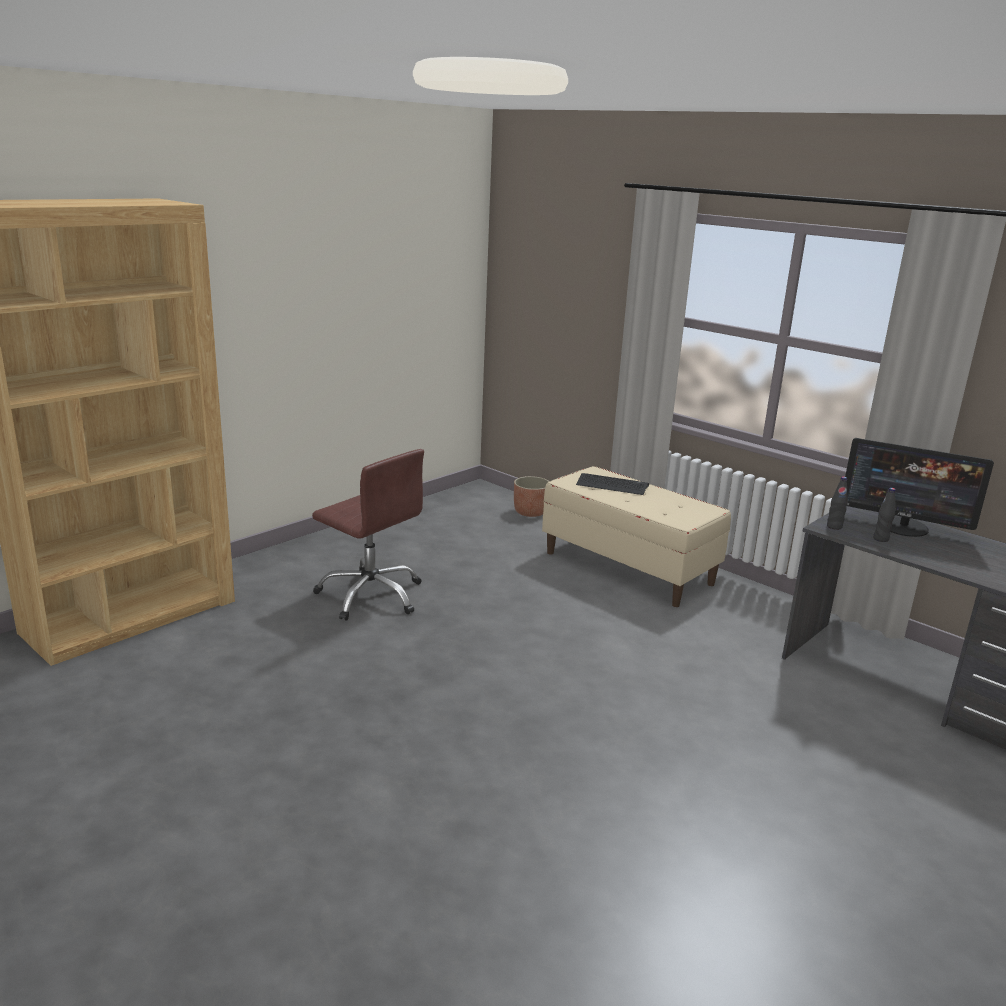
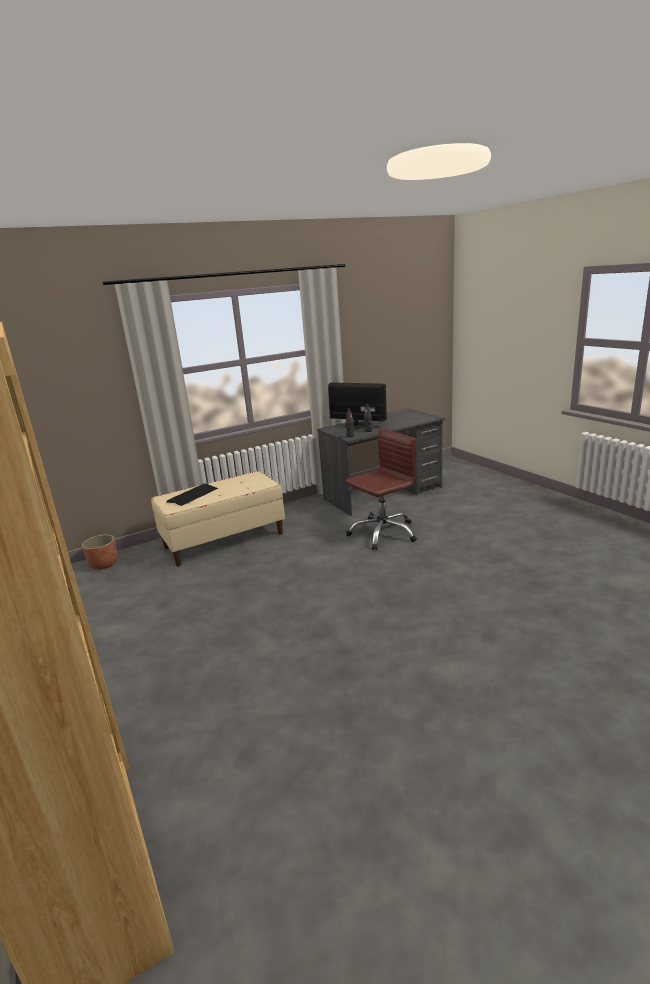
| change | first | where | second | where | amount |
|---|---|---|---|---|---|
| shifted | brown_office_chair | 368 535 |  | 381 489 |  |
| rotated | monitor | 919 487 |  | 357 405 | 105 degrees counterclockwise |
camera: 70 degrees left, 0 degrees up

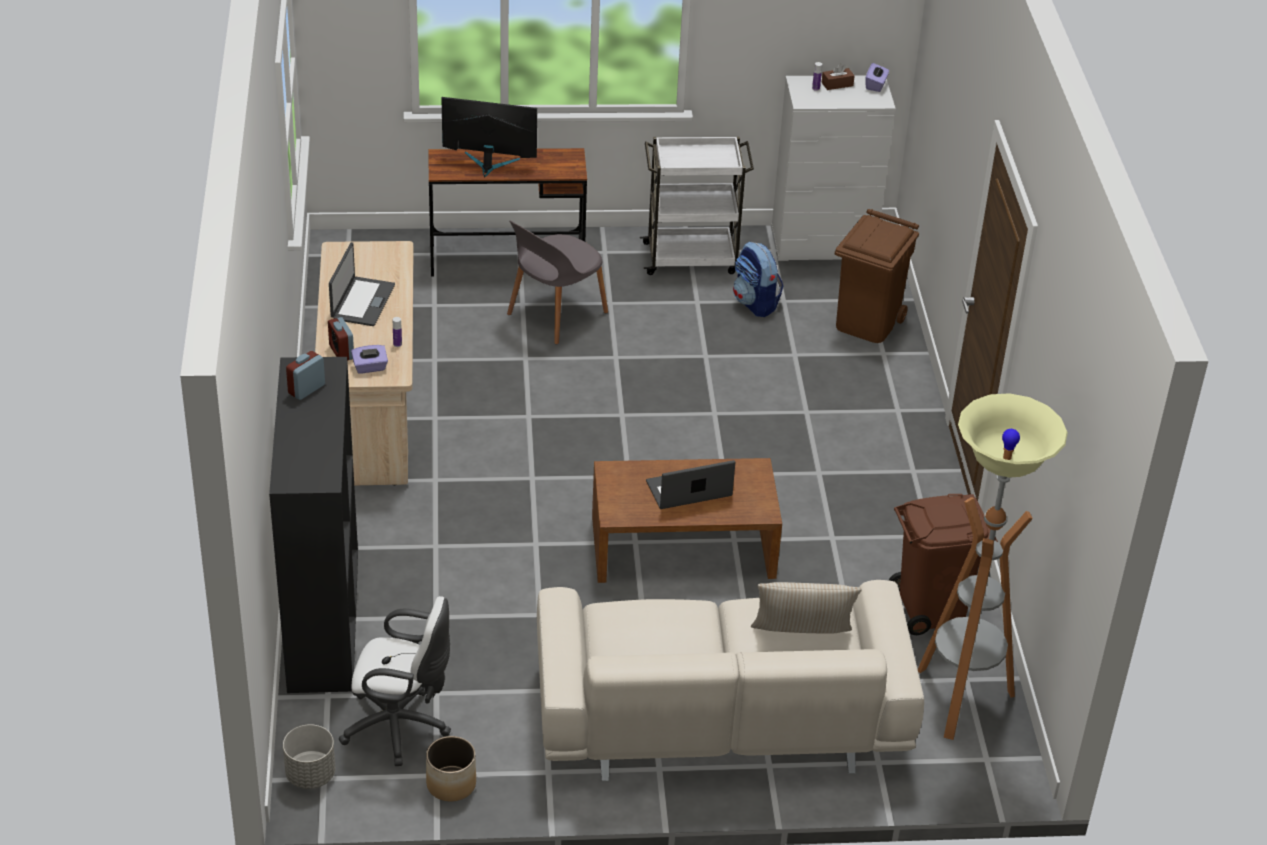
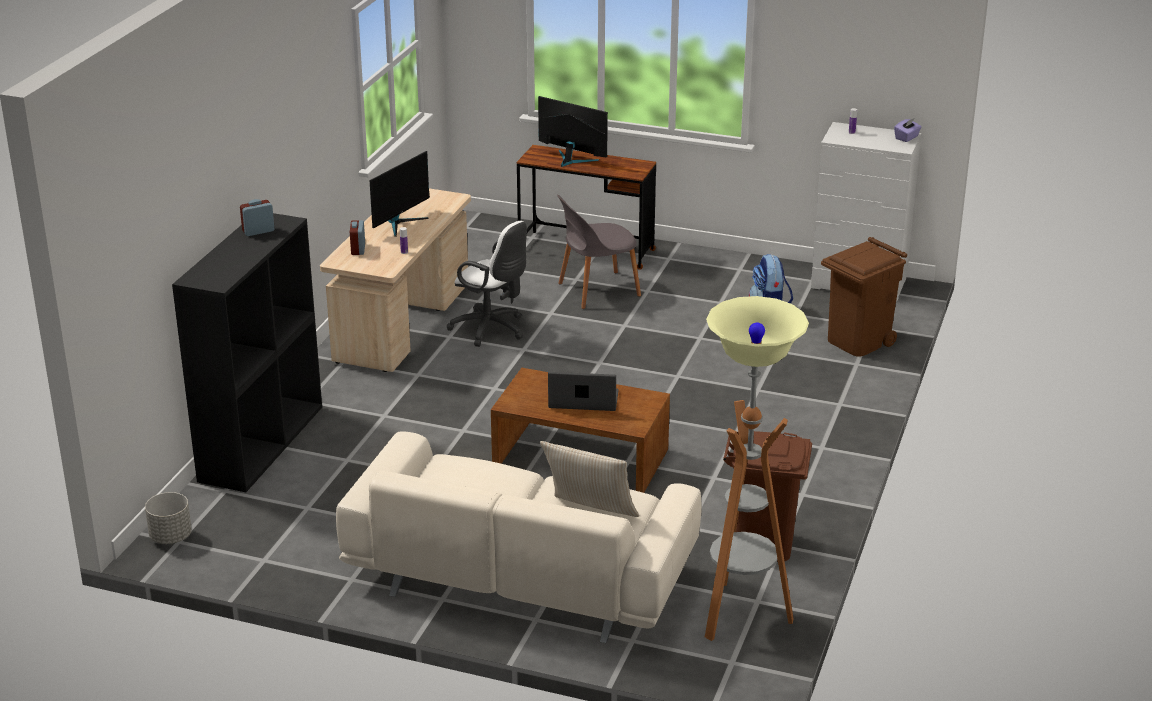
| change | first | where | second | where | amount |
|---|---|---|---|---|---|
| swapped | laptop | 362 284 | monitor | 399 194 |  |
| shifted | white_office_chair | 395 681 |  | 487 284 |  |
| gone | purple_tissue_box | 369 359 |  |  |  |
| gone | planter | 451 769 |  |  |  |
| gone | white_cart | 697 205 |  |  |  |
| gone | brown_tissue_box | 838 77 |  |  |  |
camera: 25 degrees right, 10 degrees down

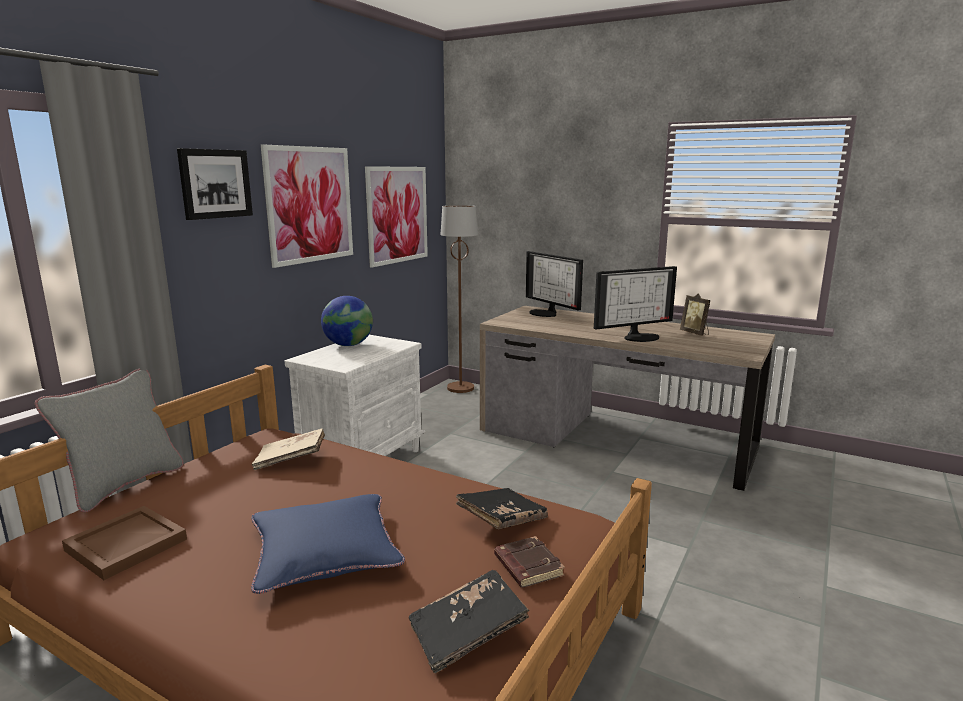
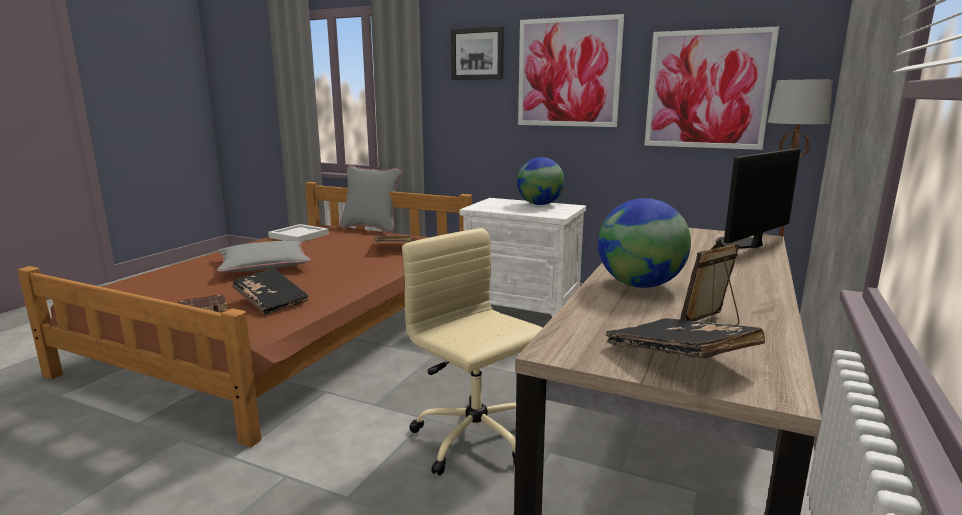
| change | first | where | second | where | amount |
|---|---|---|---|---|---|
| repainted | brown_tray | 124 543 | white_tray | 298 233 |  |
| repainted | blue_pillow | 328 544 | grey_pillow | 264 256 |  |
| shifted | black_book | 469 621 |  | 685 338 |  |
| swapped | monitor | 635 304 | globe | 644 243 |  |
| new |  |  | beige_office_chair | 472 351 |  |
camera: 85 degrees right, 0 degrees up

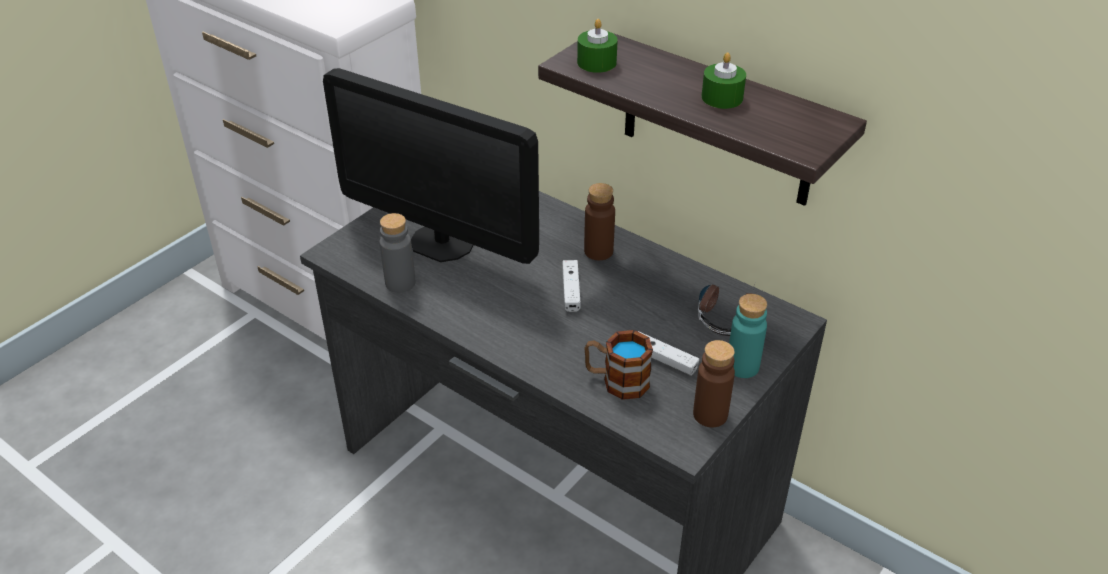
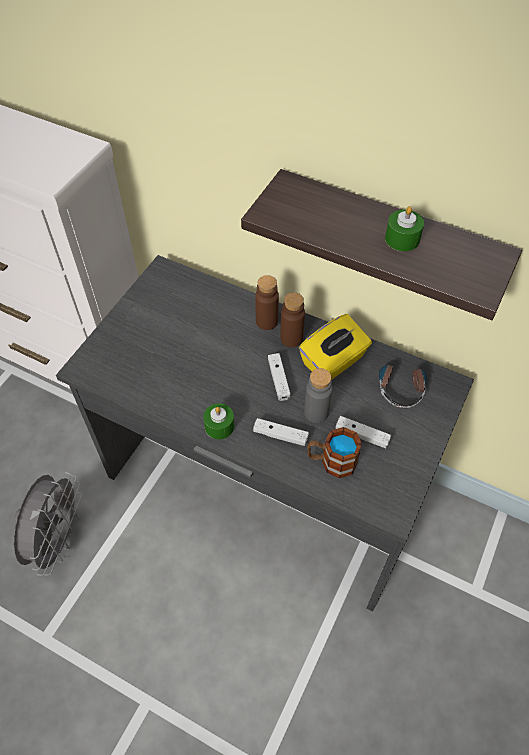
| change | first | where | second | where | amount |
|---|---|---|---|---|---|
| gone | monitor | 431 166 |  |  |  |
| shifted | grey_bottle | 397 253 |  | 318 395 |  |
| shifted | green_candle | 597 46 |  | 218 421 |  |
| shifted | brown_bottle | 714 383 |  | 267 302 |  |
| gone | turquoise_bottle | 748 336 |  |  |  |
| new |  |  | grey_fan | 48 524 |  |
| new |  |  | white_game_controller | 281 432 |  |
| new |  |  | yellow_tissue_box | 335 347 |  |
camera: 10 degrees left, 15 degrees up

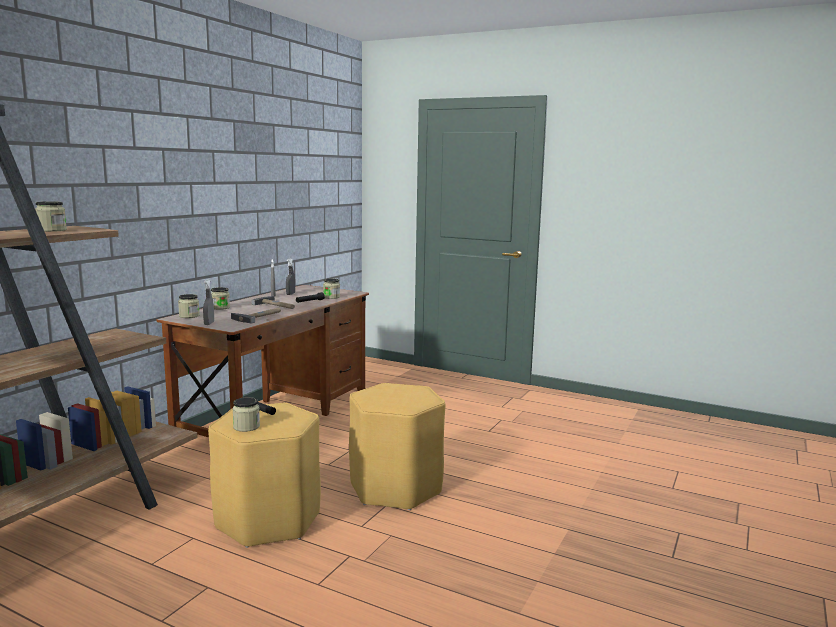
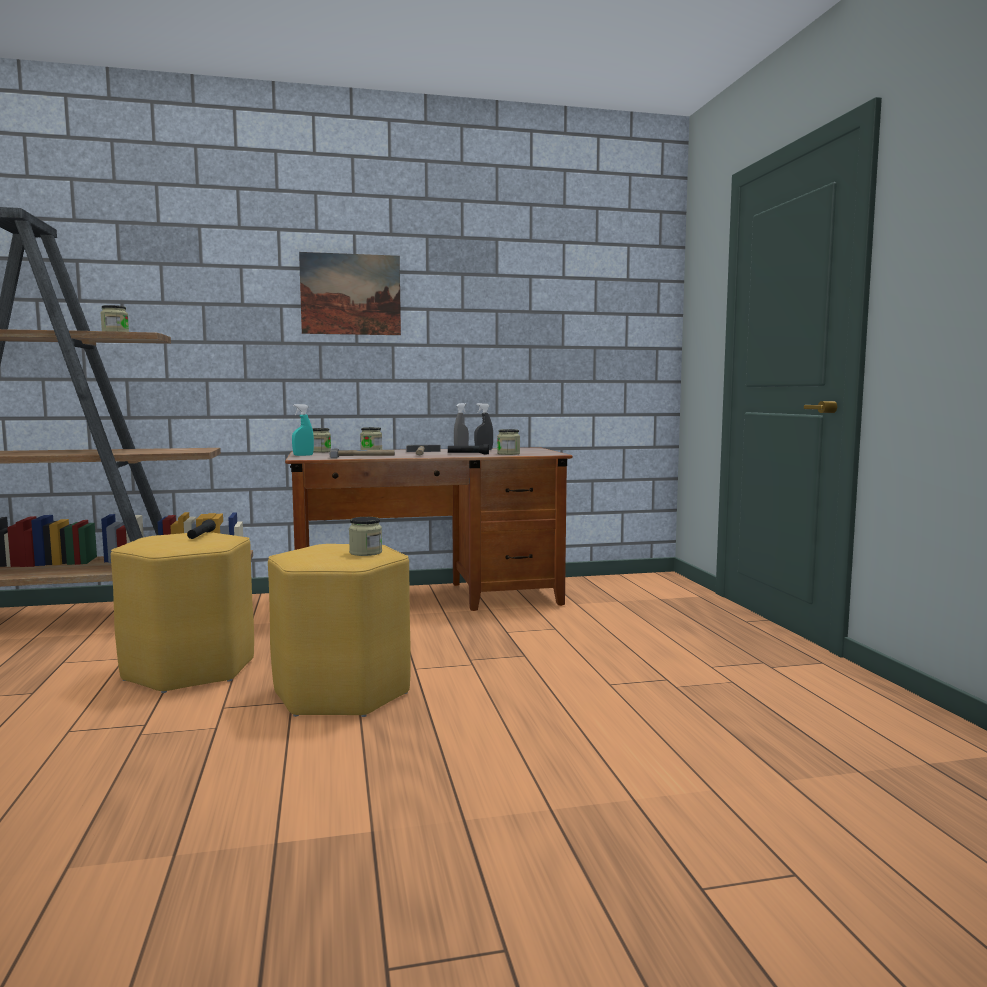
| change | first | where | second | where | amount |
|---|---|---|---|---|---|
| repainted | grey_spray_bottle | 208 302 | turquoise_spray_bottle | 303 430 |  |
| shifted | jar | 246 414 |  | 365 536 |  |
| new |  |  | picture | 350 293 |  |
camera: 50 degrees right, 5 degrees down

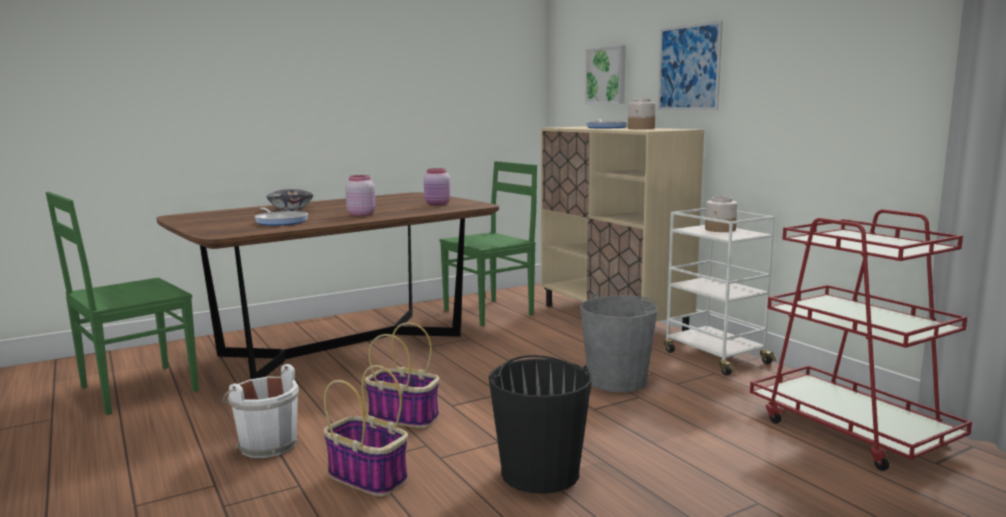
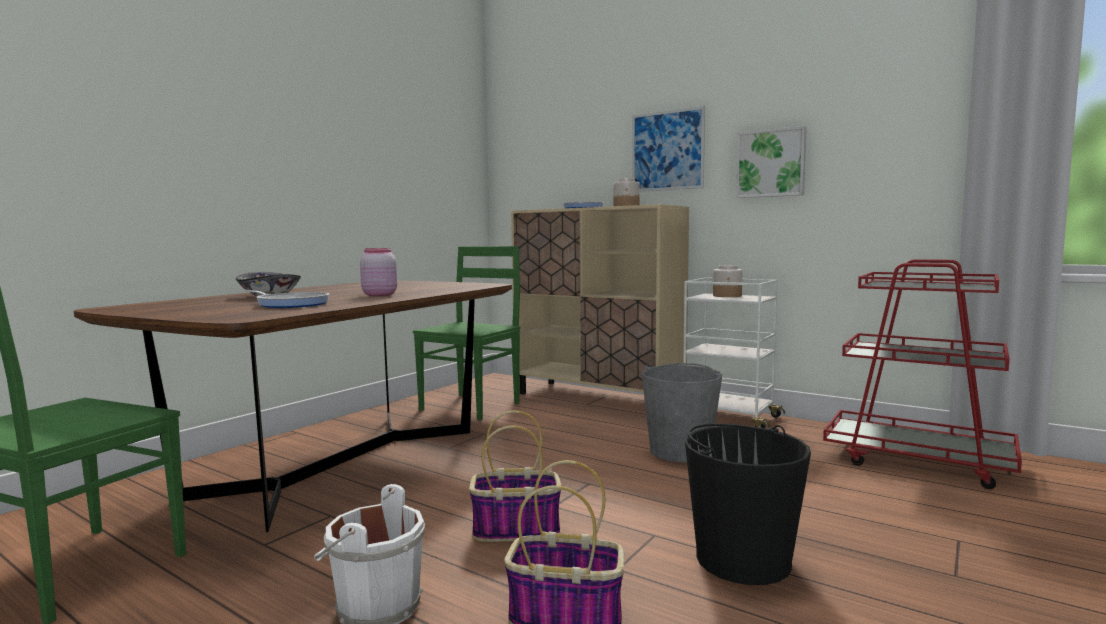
| change | first | where | second | where | amount |
|---|---|---|---|---|---|
| gone | pink_jar | 437 187 |  |  |  |
| shifted | picture | 605 74 |  | 771 162 |  |
camera: 25 degrees left, 5 degrees down

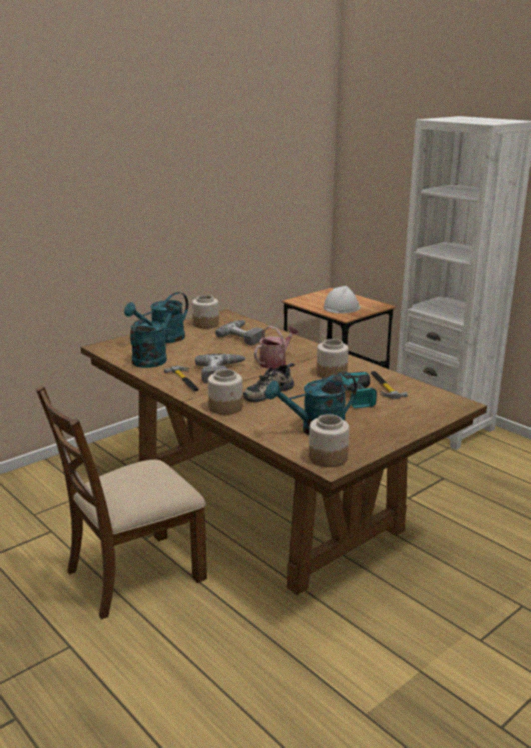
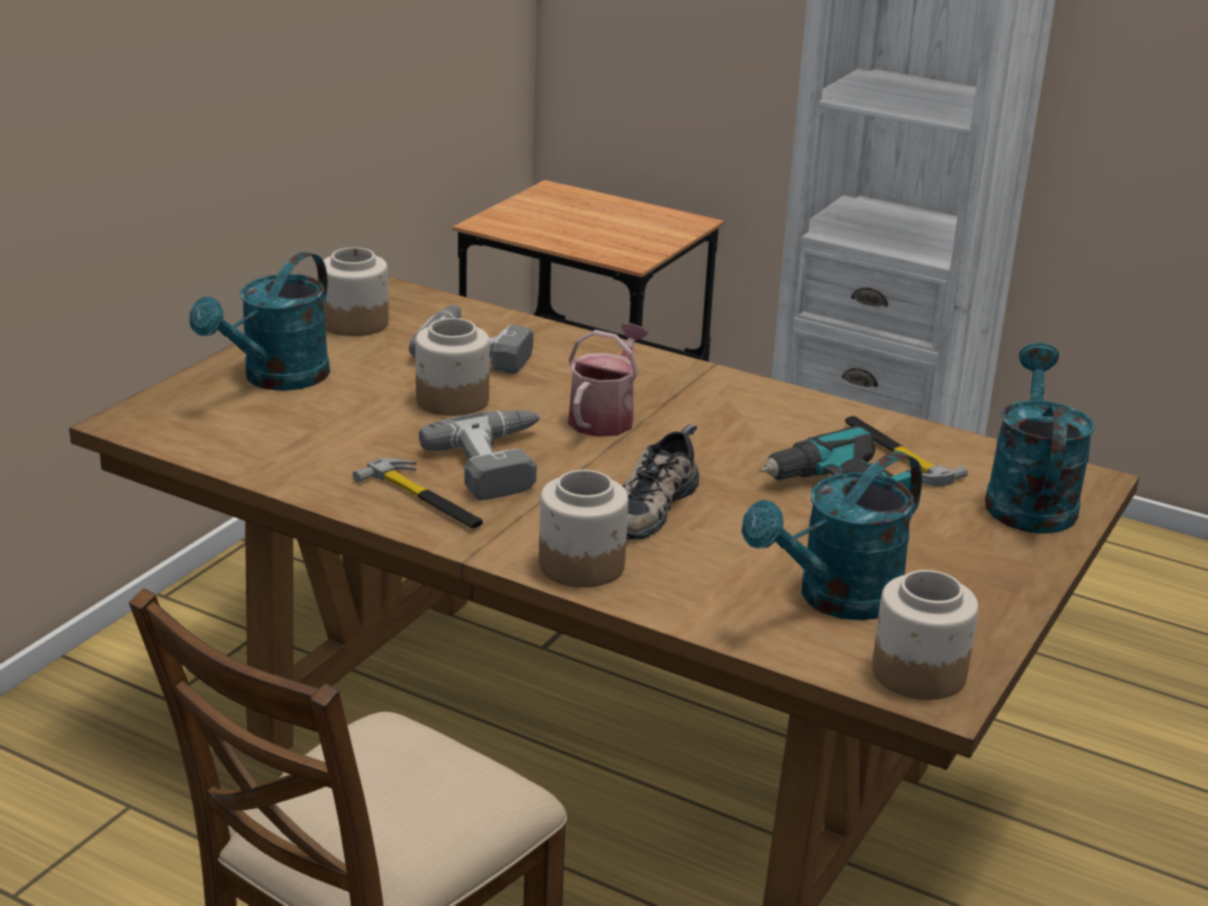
| change | first | where | second | where | amount |
|---|---|---|---|---|---|
| shifted | turquoise_watering_can | 155 335 |  | 1040 438 |  |
| shifted | jar | 333 358 |  | 452 367 |  |
| gone | white_hard_hat | 342 299 |  |  |  |
camera: 20 degrees left, 5 degrees up

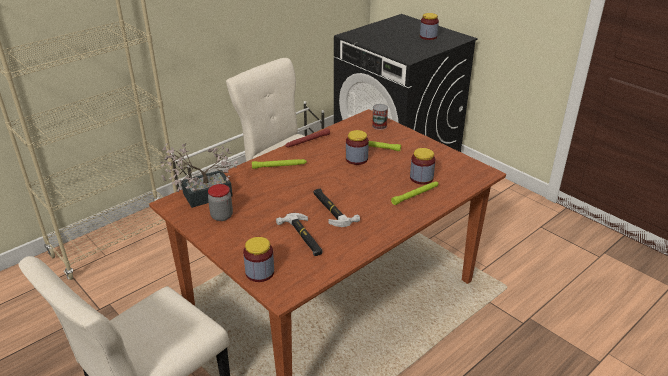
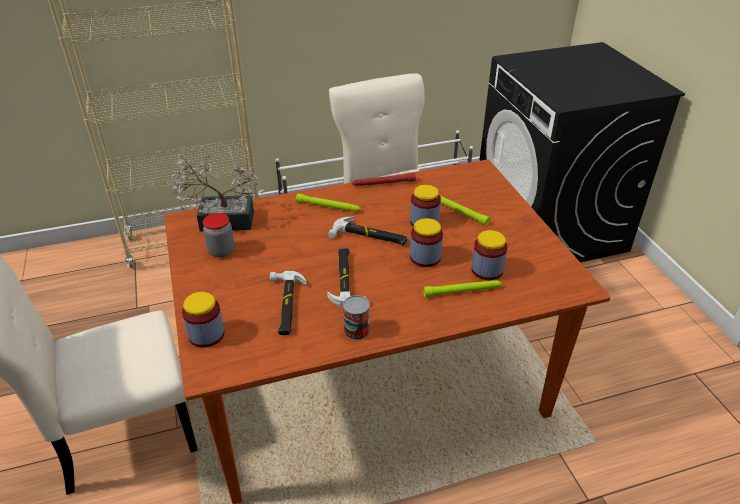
| change | first | where | second | where | amount |
|---|---|---|---|---|---|
| shifted | can | 380 117 |  | 356 317 |  |
| shifted | jar | 429 26 |  | 426 242 |  |
| new |  |  | hammer | 367 231 |  |
camera: 25 degrees right, 5 degrees up

